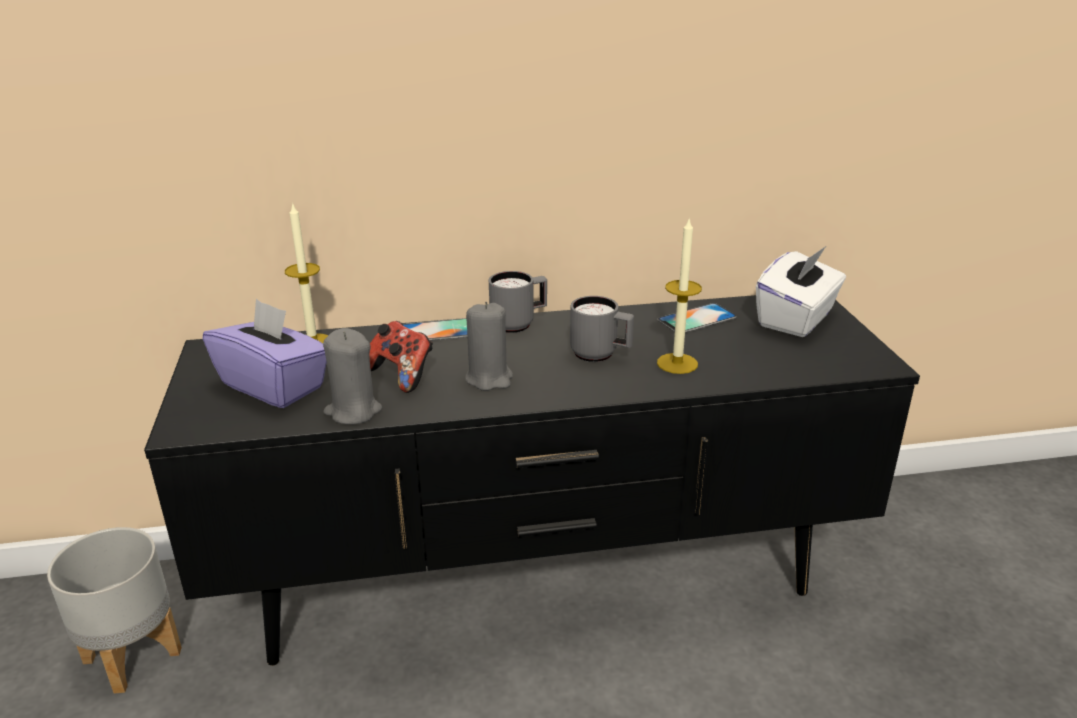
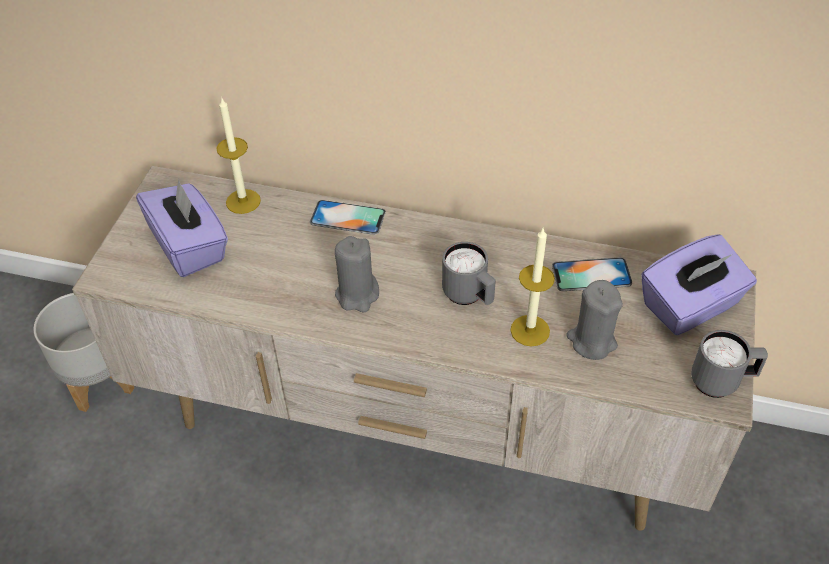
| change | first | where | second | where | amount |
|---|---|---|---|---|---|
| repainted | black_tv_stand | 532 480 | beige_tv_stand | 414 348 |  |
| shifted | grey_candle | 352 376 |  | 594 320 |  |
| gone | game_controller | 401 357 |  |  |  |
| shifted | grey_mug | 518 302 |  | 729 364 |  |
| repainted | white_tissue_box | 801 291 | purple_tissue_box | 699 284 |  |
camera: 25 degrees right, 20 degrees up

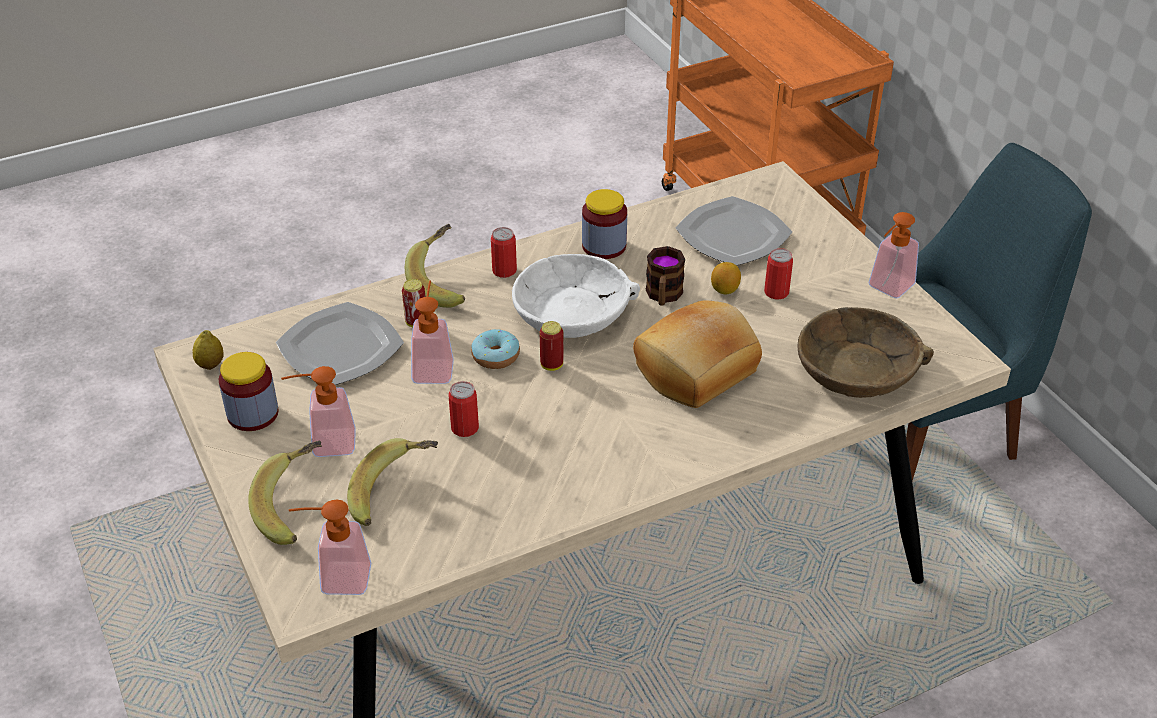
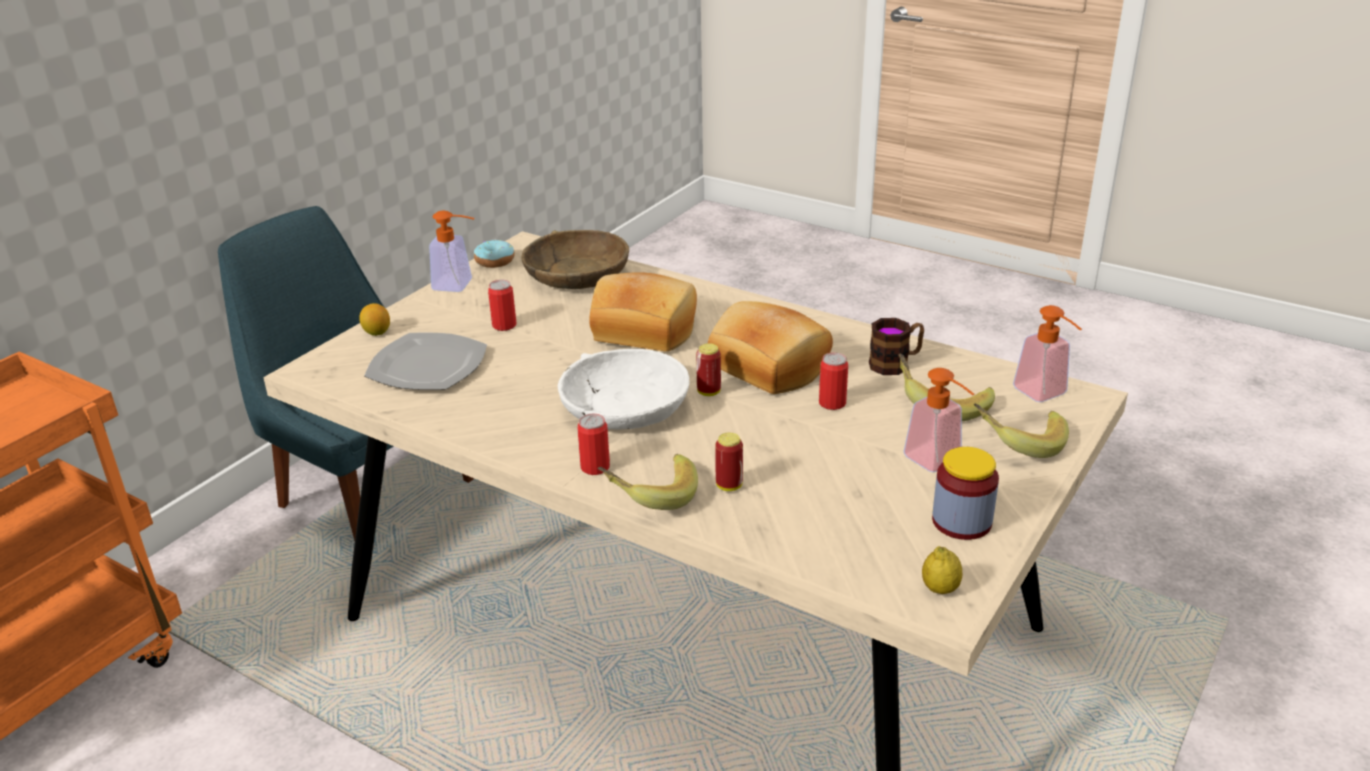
| change | first | where | second | where | amount |
|---|---|---|---|---|---|
| gone | plate | 340 343 |  |  |  |
| gone | soap_dispenser | 432 332 |  |  |  |
| shifted | donut | 495 349 |  | 494 253 |  |
| gone | jar | 604 224 |  |  |  |
| shifted | mug | 665 276 |  | 896 346 |  |
| shifted | lemon | 726 278 |  | 374 319 |  |
| new |  |  | bread | 770 347 |  |
camera: 120 degrees left, 10 degrees down

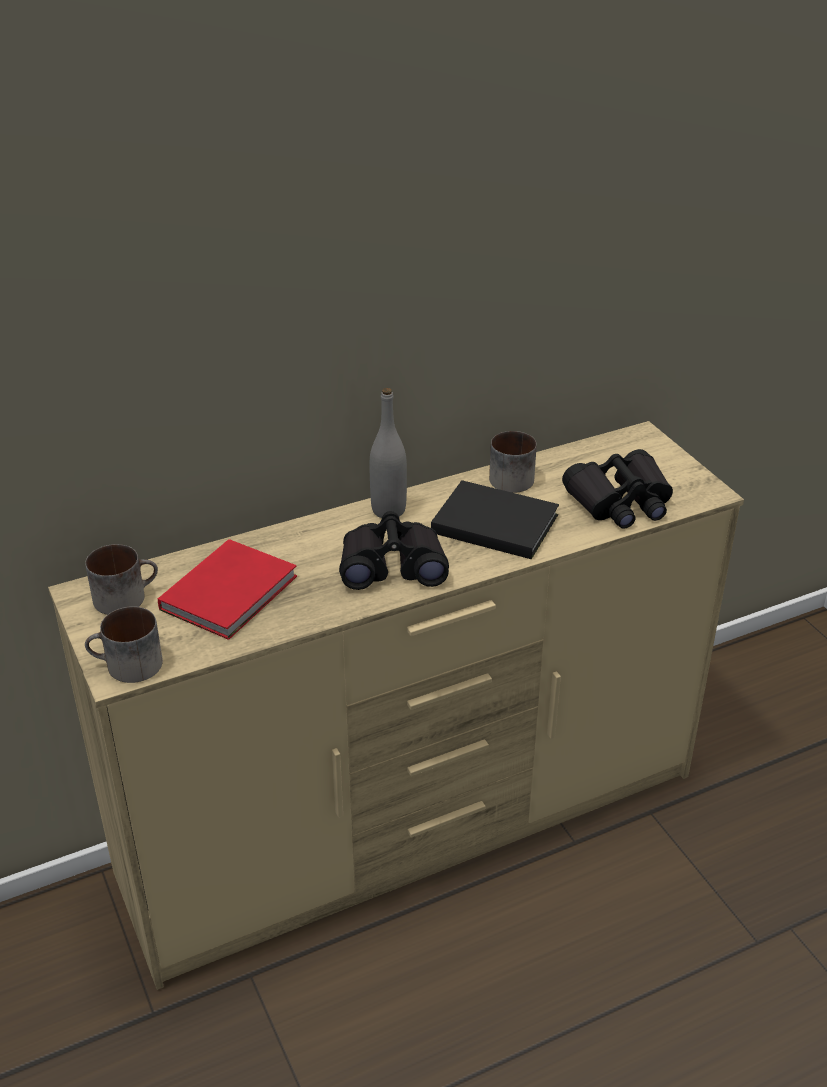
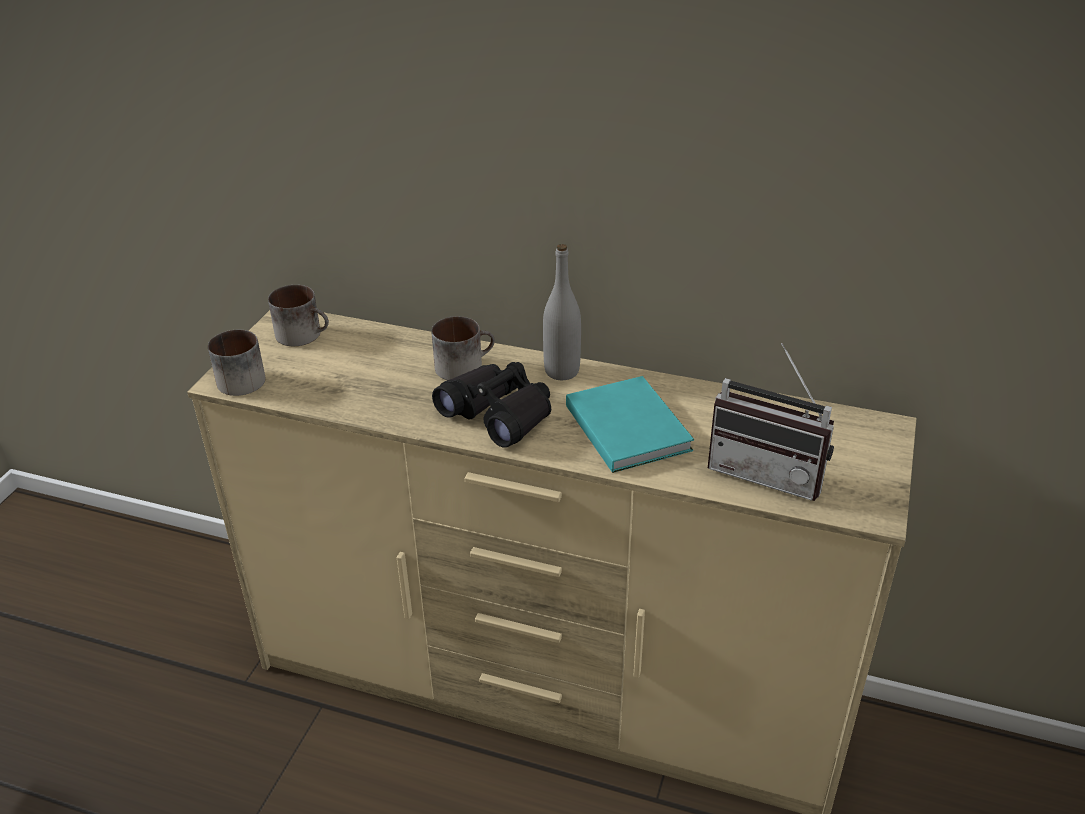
| change | first | where | second | where | amount |
|---|---|---|---|---|---|
| gone | red_book | 227 589 |  |  |  |
| repainted | black_book | 495 519 | turquoise_book | 630 424 |  |
| shifted | mug | 513 462 |  | 463 348 |  |
| swapped | black_binoculars | 617 489 | radio | 771 422 |  |
camera: 45 degrees right, 0 degrees up

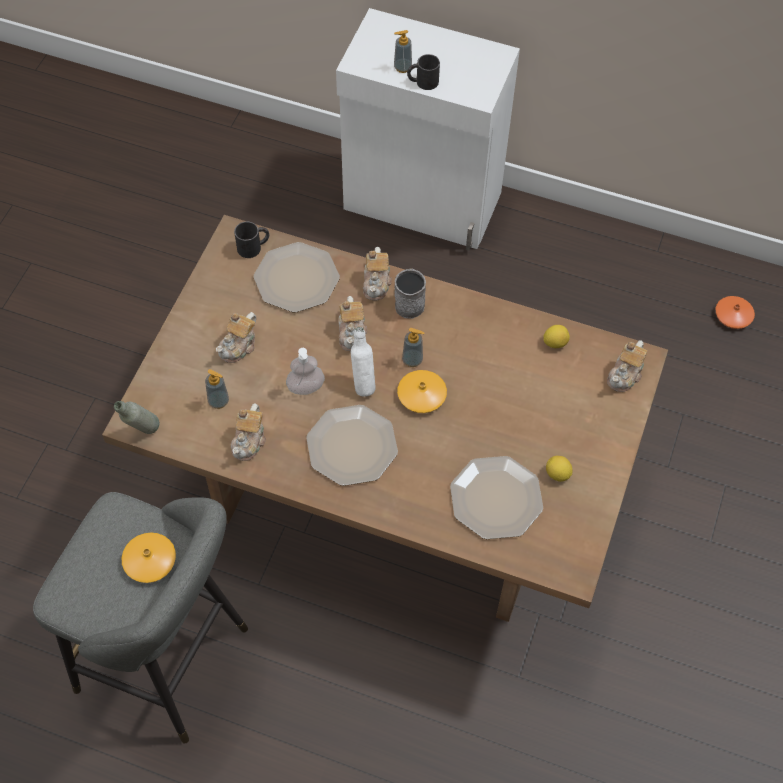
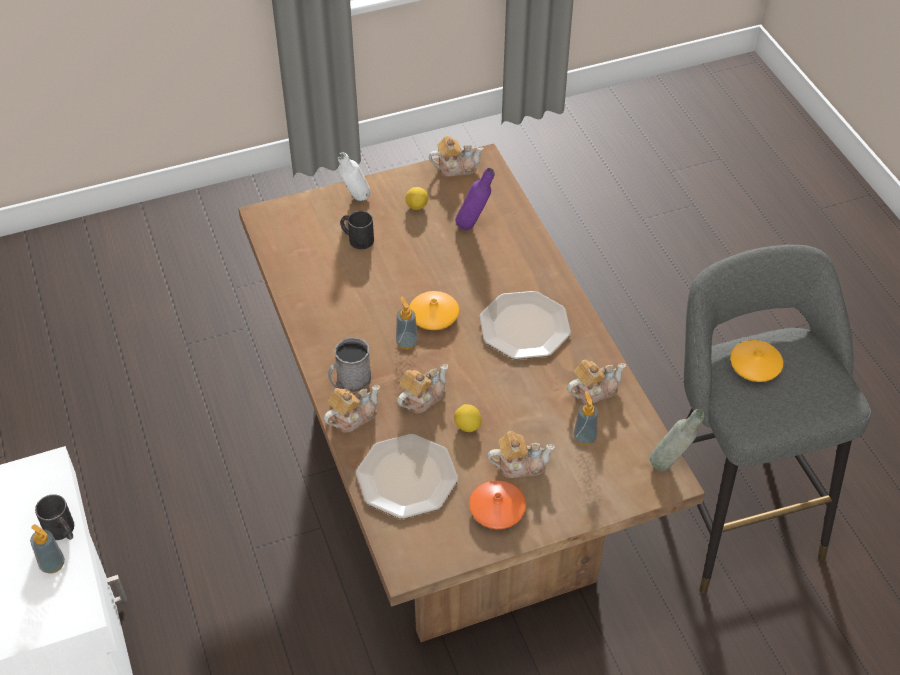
| change | first | where | second | where | amount |
|---|---|---|---|---|---|
| shifted | black_mug | 251 239 |  | 357 230 |  |
| gone | soap_dispenser | 305 371 |  |  |  |
| shifted | white_bottle | 363 362 |  | 354 176 |  |
| swapped | plate | 496 497 | purple_bottle | 475 199 |  |
| shifted | lemon | 557 336 |  | 468 418 |  |
| shifted | teapot | 627 366 |  | 456 156 |  |
| shifted | orange_vase | 735 312 |  | 497 504 |  |
camera: 130 degrees left, 10 degrees down

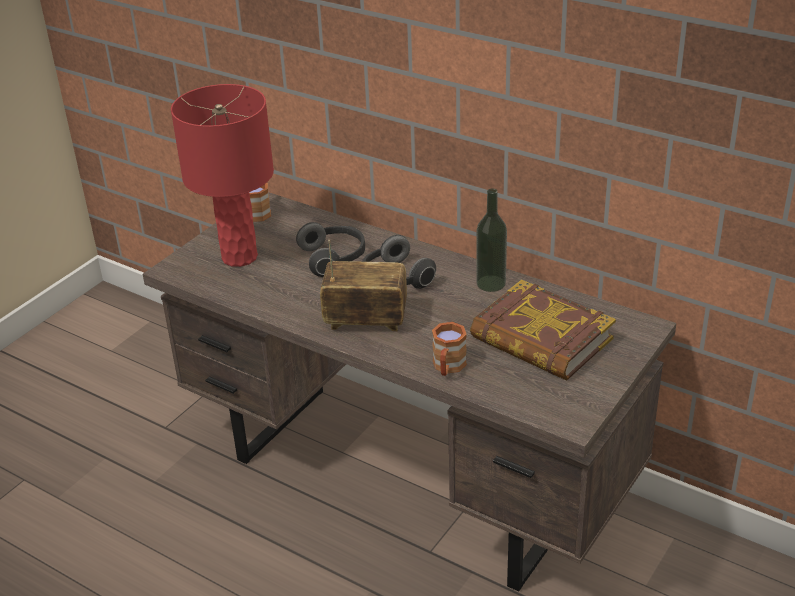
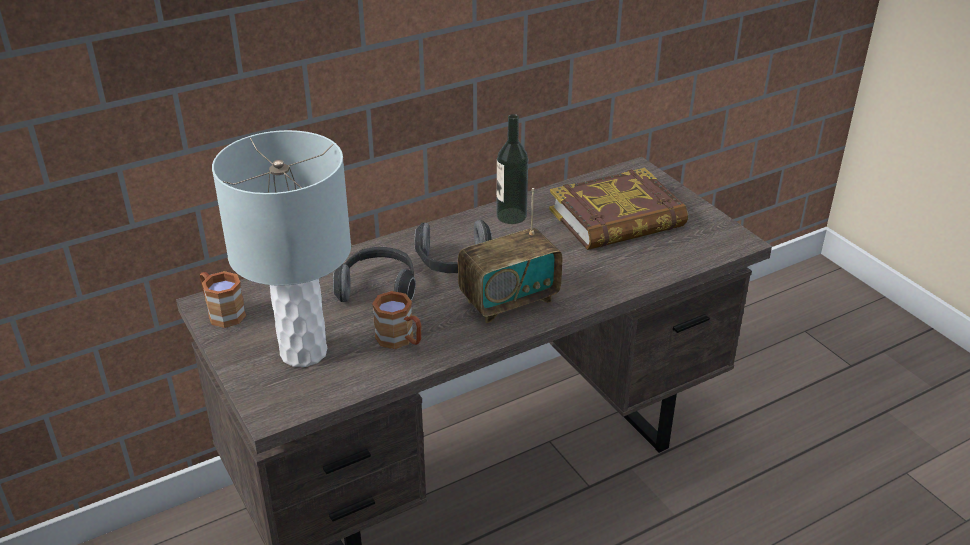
| change | first | where | second | where | amount |
|---|---|---|---|---|---|
| repainted | red_table_lamp | 222 175 | grey_table_lamp | 281 248 |  |
| rotated | radio | 363 285 |  | 510 255 | 150 degrees counterclockwise |
| shifted | brown_mug | 449 349 |  | 396 320 |  |
camera: 65 degrees left, 0 degrees up

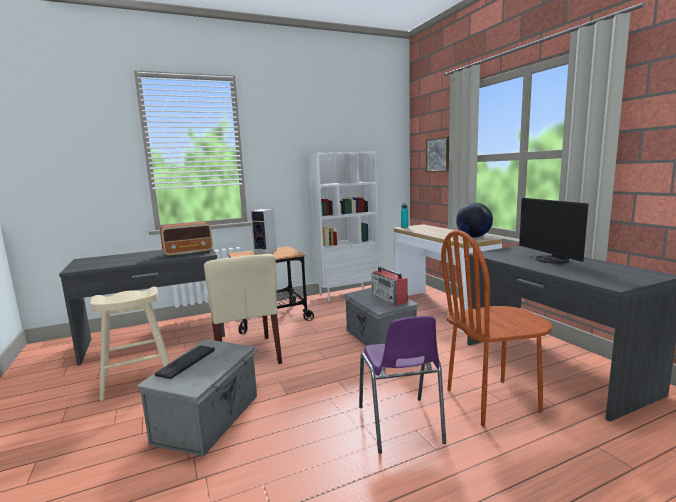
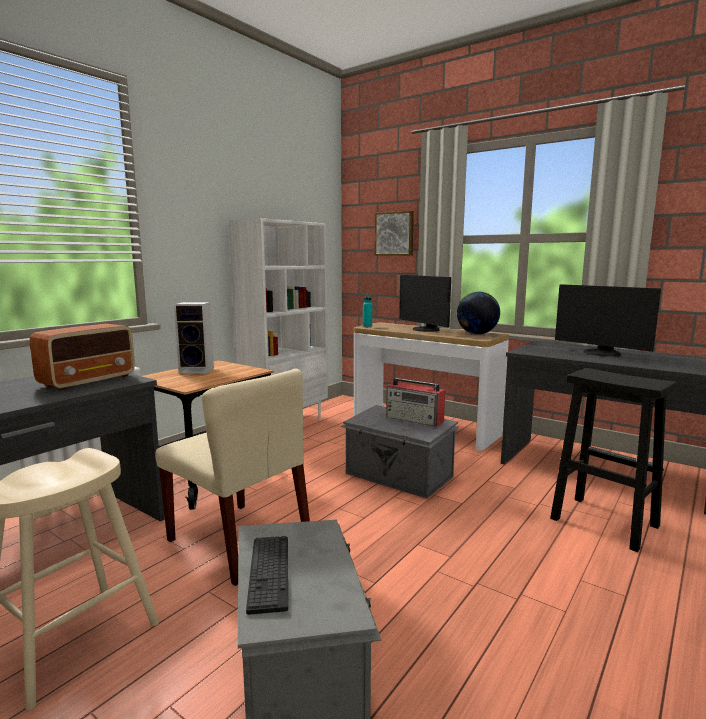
| change | first | where | second | where | amount |
|---|---|---|---|---|---|
| gone | purple_chair | 402 385 |  |  |  |
| swapped | brown_chair | 497 328 | black_stool | 613 460 |  |
| new |  |  | monitor | 425 303 |  |
camera: 30 degrees left, 0 degrees up

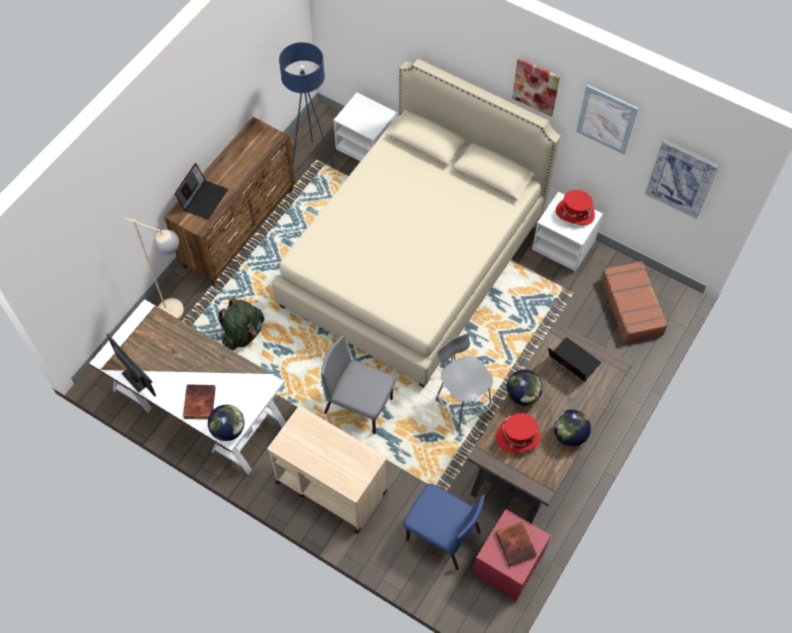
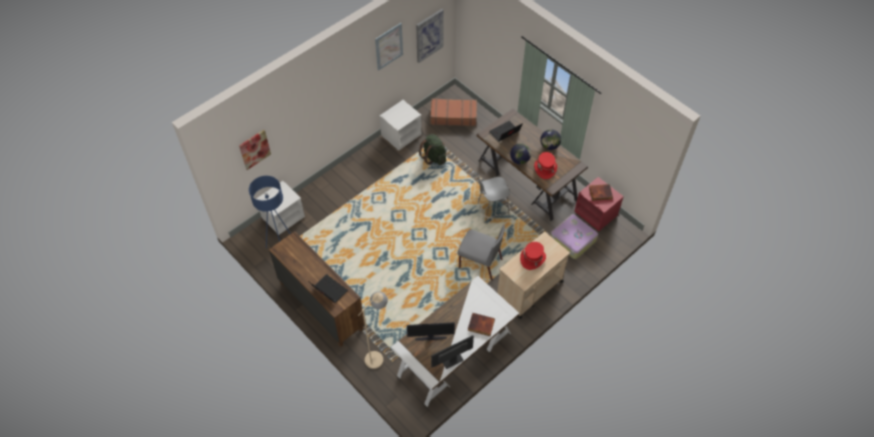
| change | first | where | second | where | amount |
|---|---|---|---|---|---|
| gone | globe | 226 423 |  |  |  |
| shifted | green_backpack | 241 324 |  | 432 149 |  |
| gone | beige_bed | 416 223 |  |  |  |
| rotated | grey_chair | 358 384 |  | 481 253 | 105 degrees counterclockwise |
| swapped | blue_chair | 444 527 | suitcase | 574 236 |  |
| shifted | picture | 536 87 |  | 255 150 |  |
| shifted | red_hat | 575 207 |  | 533 256 |  |
| new |  |  | monitor | 431 331 |  |
camera: 75 degrees left, 5 degrees down

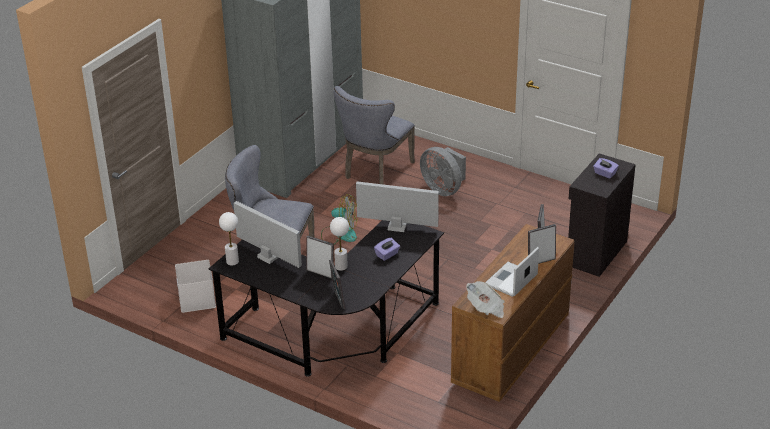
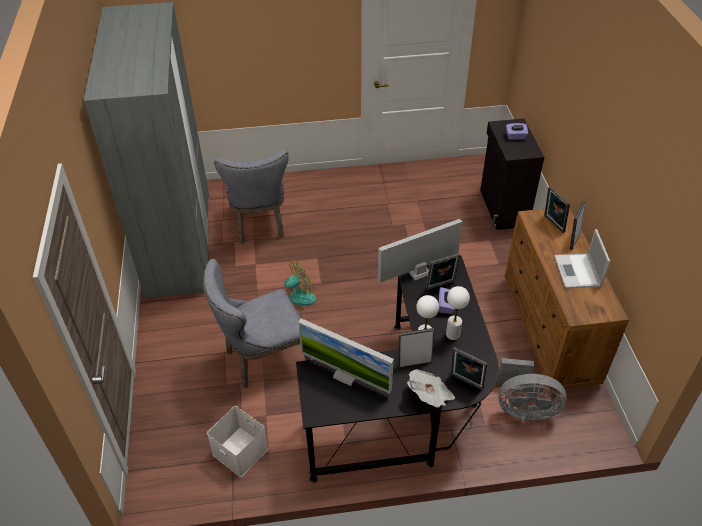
| change | first | where | second | where | amount |
|---|---|---|---|---|---|
| shifted | white_table_lamp | 229 239 |  | 458 313 |  |
| rotated | monitor | 268 234 |  | 346 356 | 150 degrees counterclockwise |
| shifted | grey_fan | 443 171 |  | 532 389 |  |
| shifted | newspaper | 485 299 |  | 431 388 |  |
| new |  |  | picture_frame | 443 271 |  |
camera: 40 degrees left, 10 degrees up

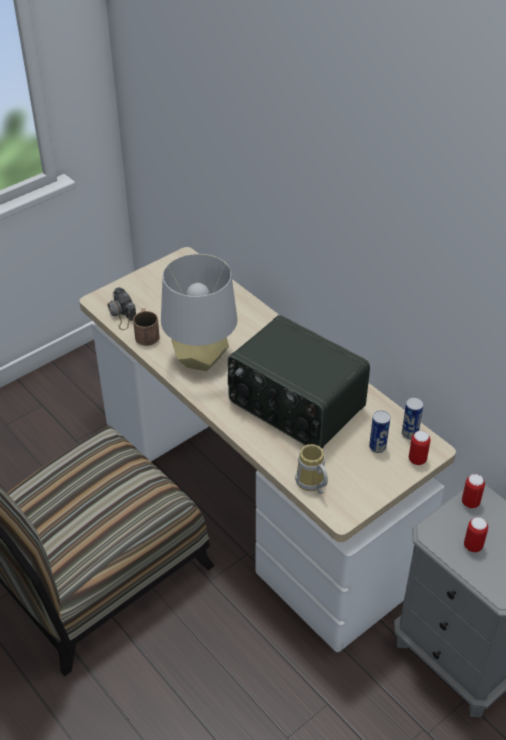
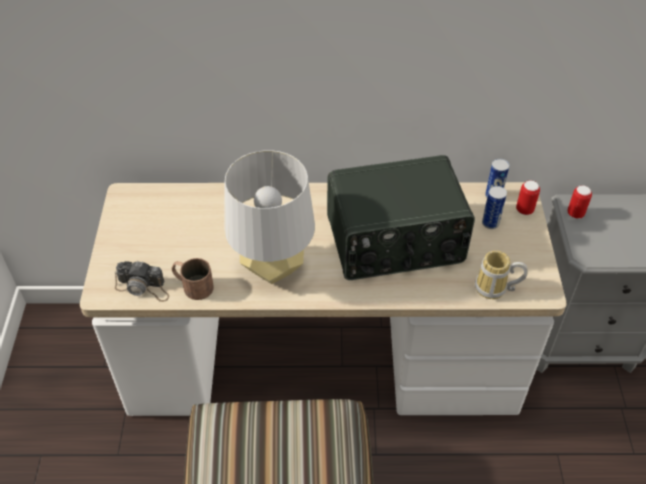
| change | first | where | second | where | amount |
|---|---|---|---|---|---|
| gone | can | 476 534 |  |  |  |
camera: 50 degrees left, 5 degrees up

